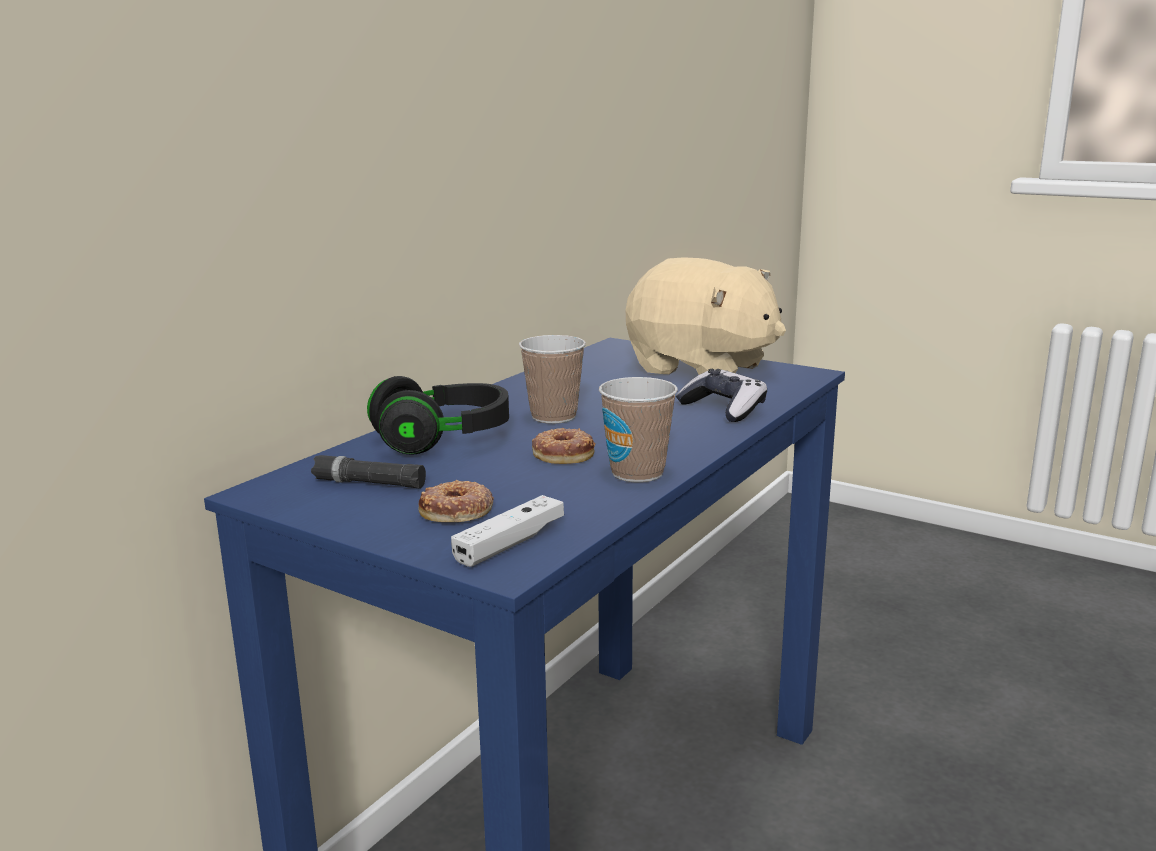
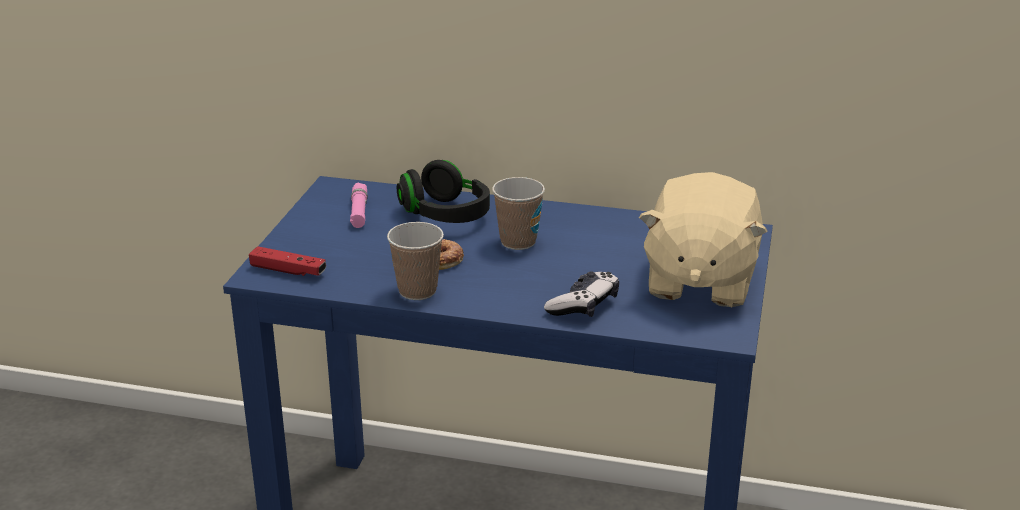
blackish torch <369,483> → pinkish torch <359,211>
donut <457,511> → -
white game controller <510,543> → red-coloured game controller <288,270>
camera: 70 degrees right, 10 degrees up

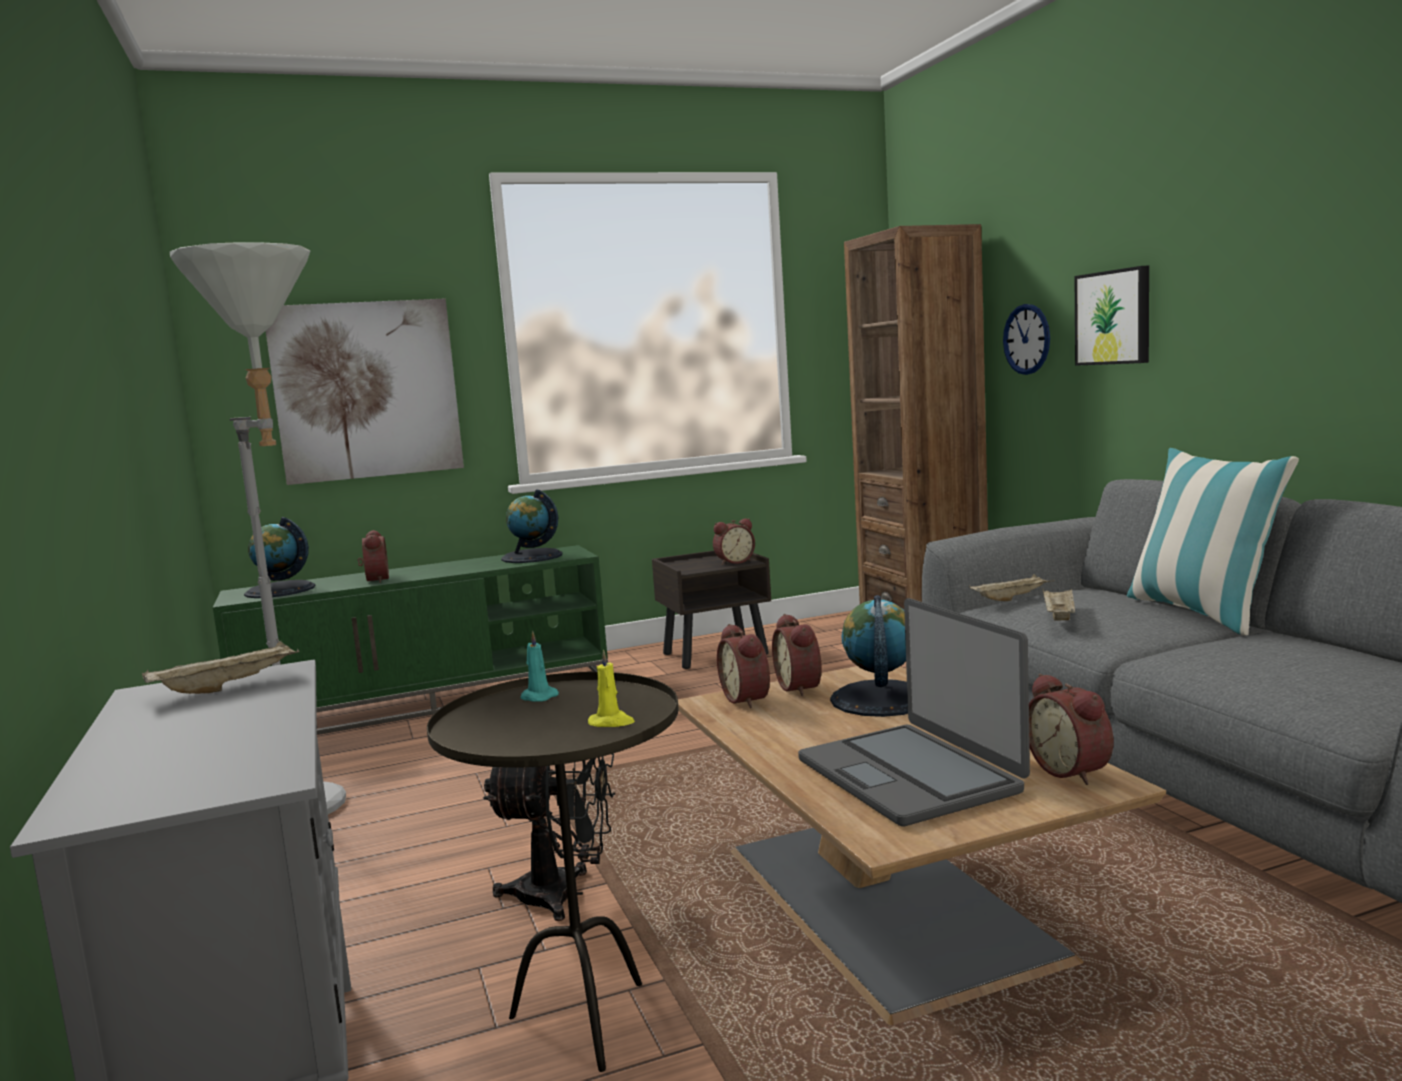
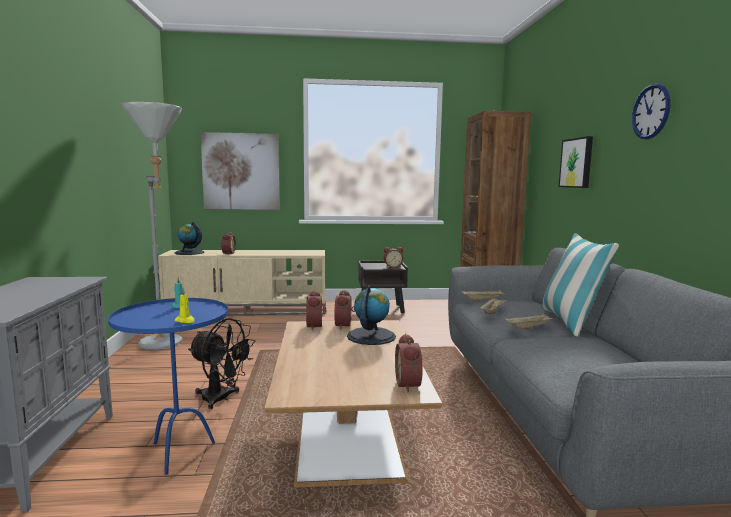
beige carrying tray <227,687> → beige carrying tray <529,328>, relocated
green tv stand <430,701> → beige tv stand <248,309>
brown-coloured side table <584,1022> → blue-coloured side table <178,452>
world globe <532,557> → -
laptop <910,775> → -
clock on the wall <1027,339> → clock on the wall <651,111>, relocated
camera: 15 degrees right, 0 degrees up

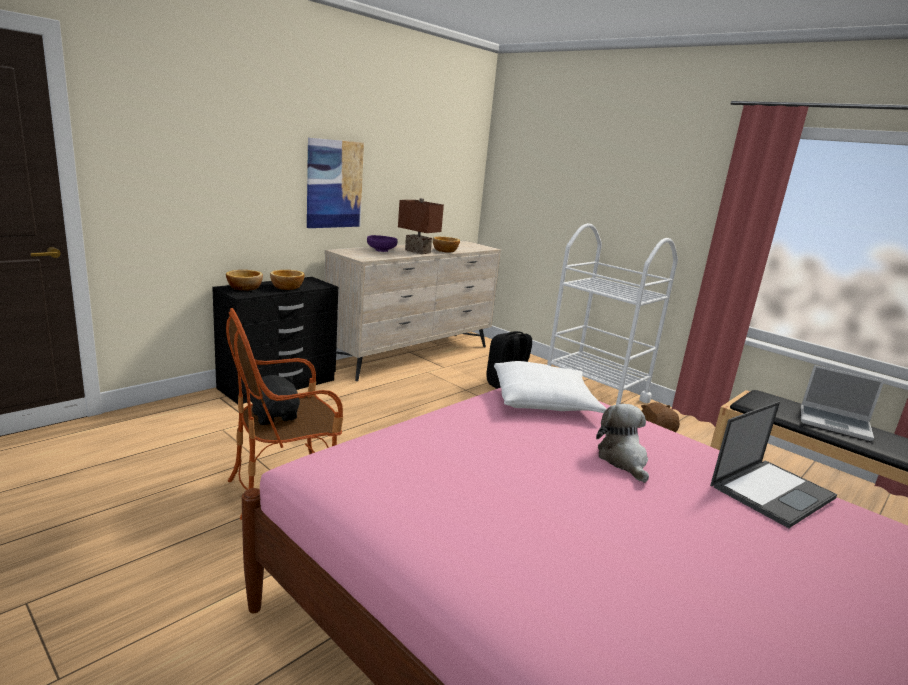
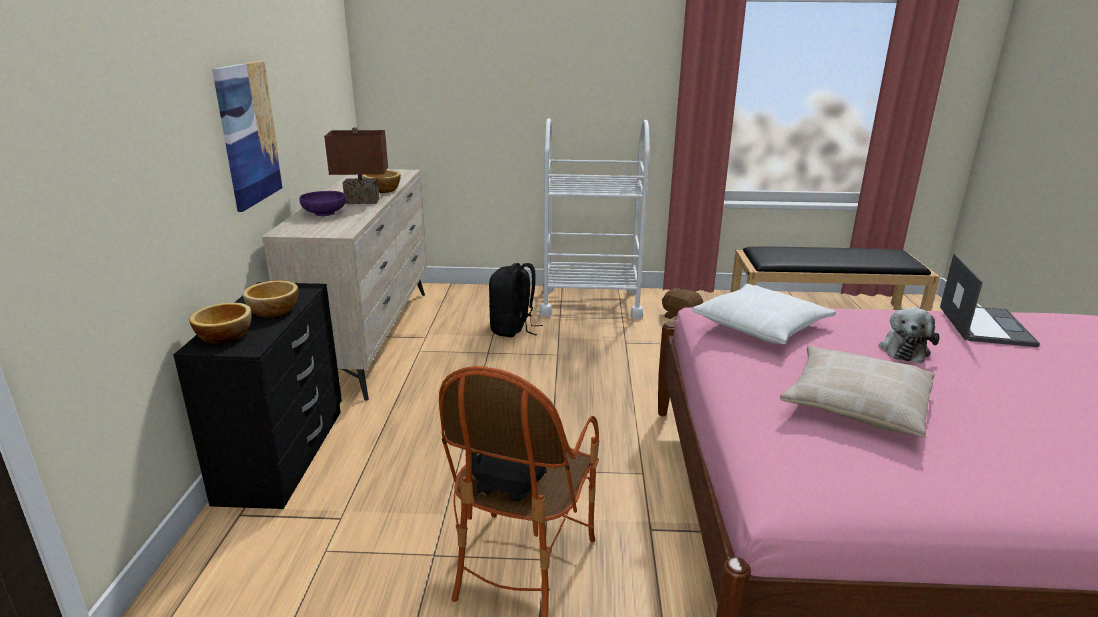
soft toy <623,460> → soft toy <904,349>, 105 degrees counterclockwise
laptop <835,424> → -
- → beige throw pillow <855,403>
camera: 40 degrees left, 5 degrees up

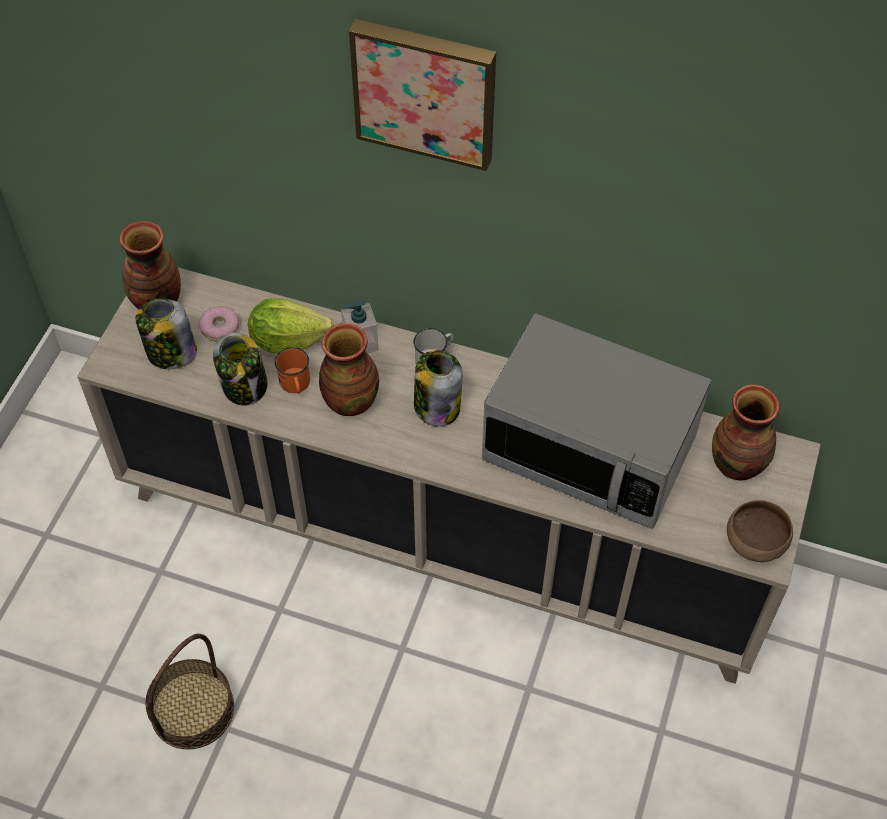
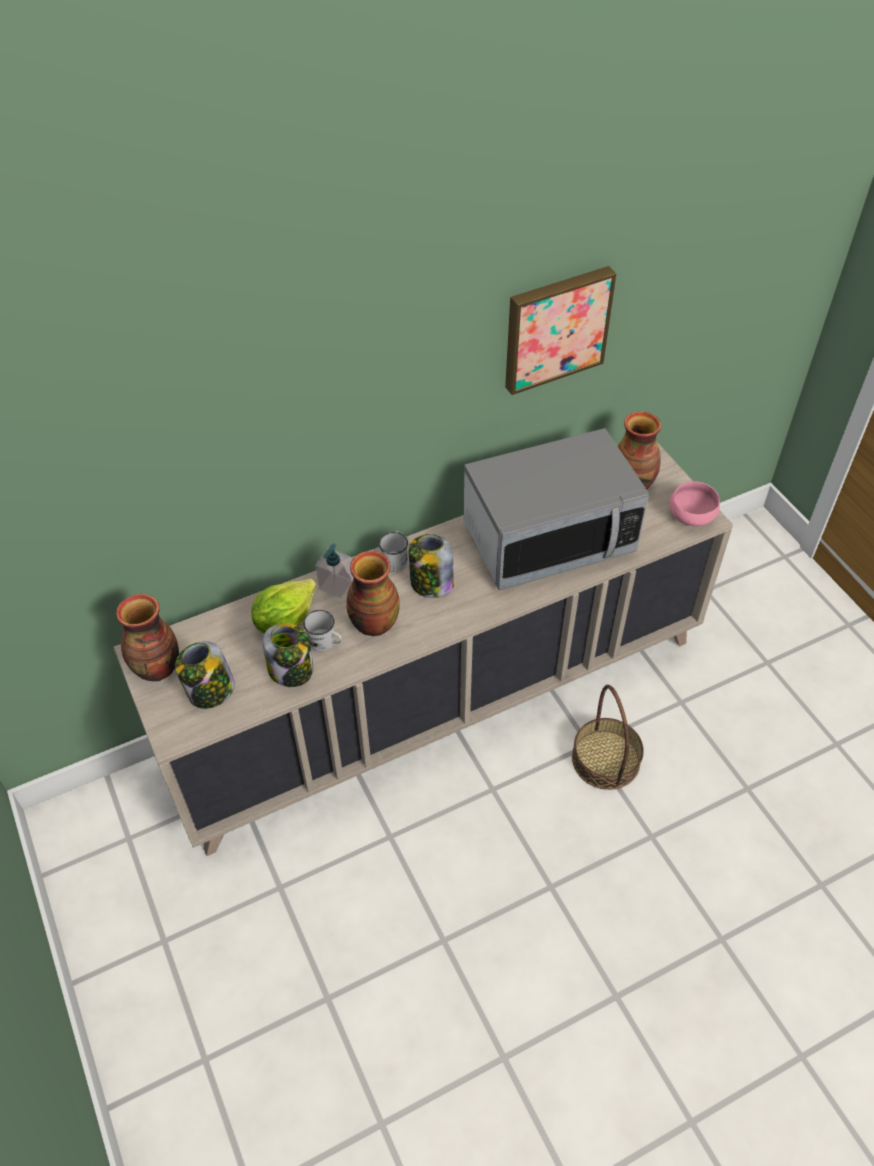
basket <192,709> → basket <606,759>, relocated
donut <219,327> → -
orange coffee mug <295,385> → white coffee mug <325,642>
picture <425,91> → picture <555,328>, relocated
brown-coloured deep dish <754,544> → pinkish deep dish <692,517>
camera: 45 degrees left, 5 degrees down

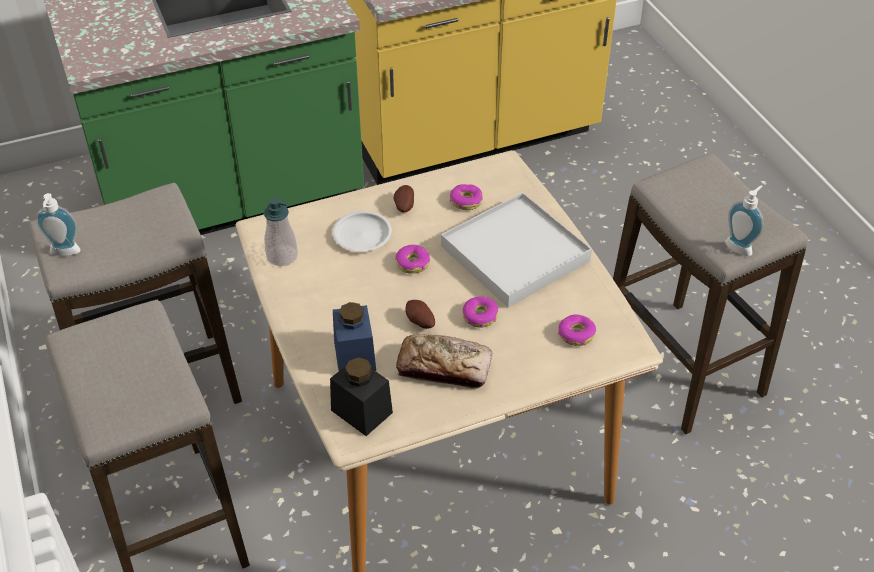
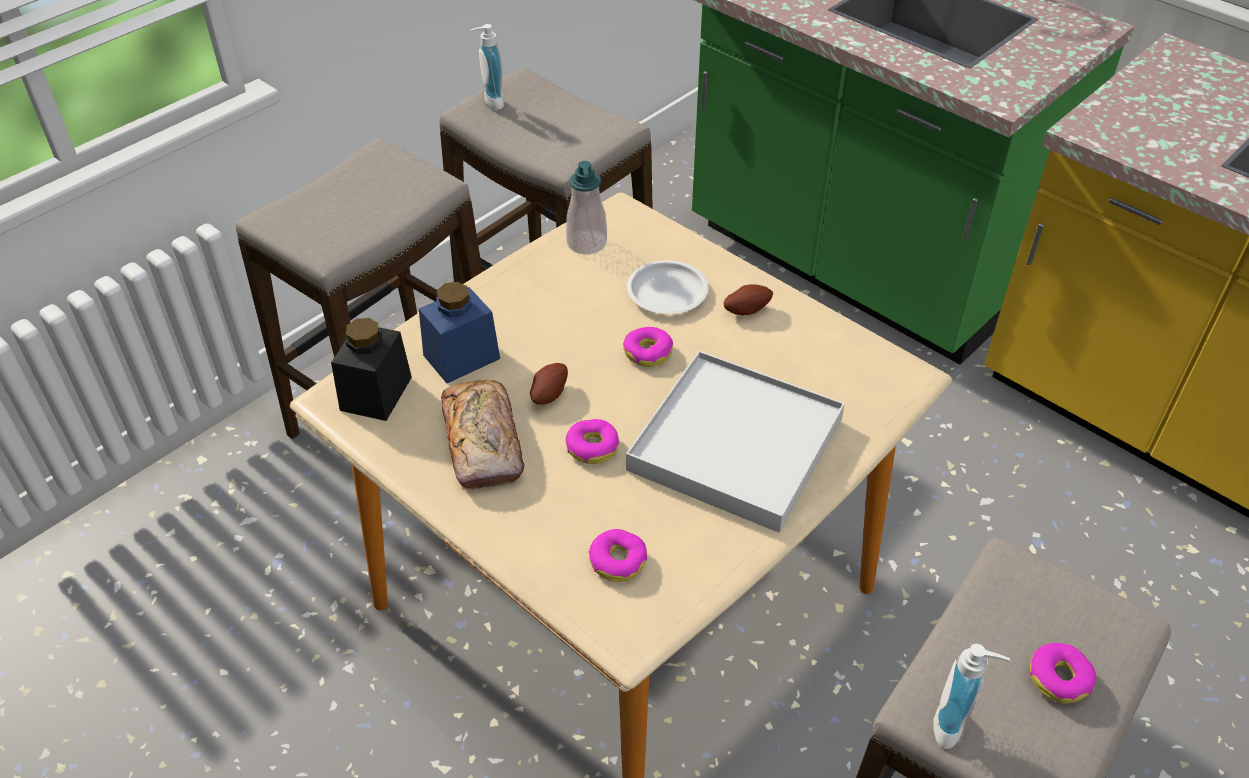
donut <466,201> → donut <1059,678>, relocated
camera: 65 degrees right, 0 degrees up

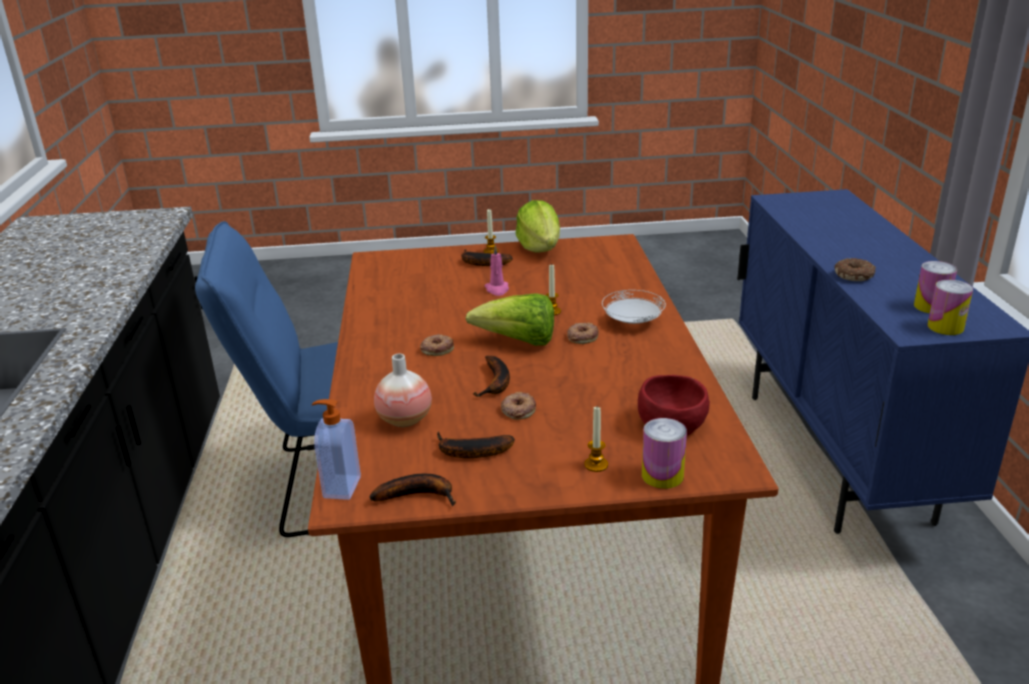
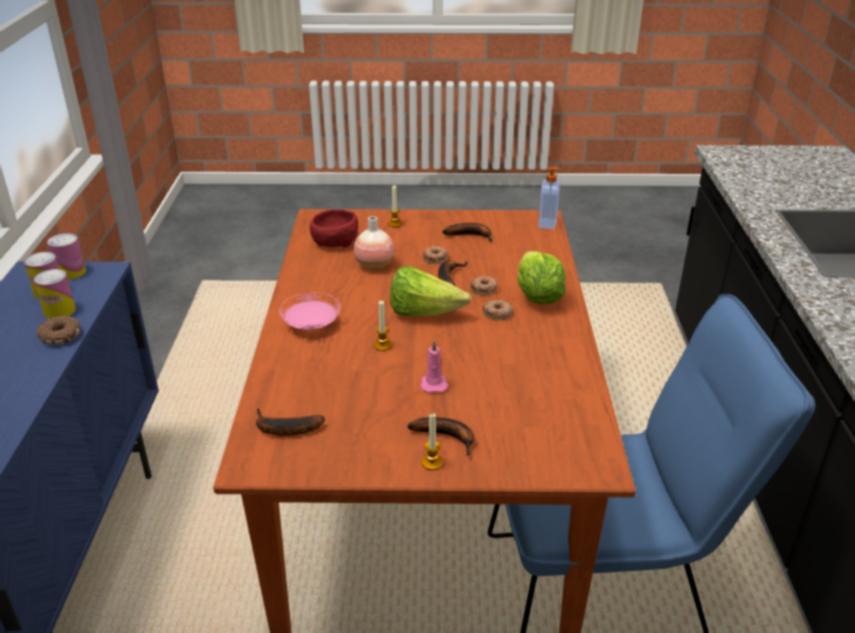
banana <419,495> → banana <284,429>, relocated
decorative vase <405,420> → decorative vase <374,265>, relocated
head of lettuce <540,248> → head of lettuce <537,297>, relocated
donut <582,336> → donut <484,288>, relocated
white dinner plate <633,322> → pinkish dinner plate <311,325>
metal can <662,475> → metal can <59,311>, relocated
camera: 175 degrees left, 5 degrees up

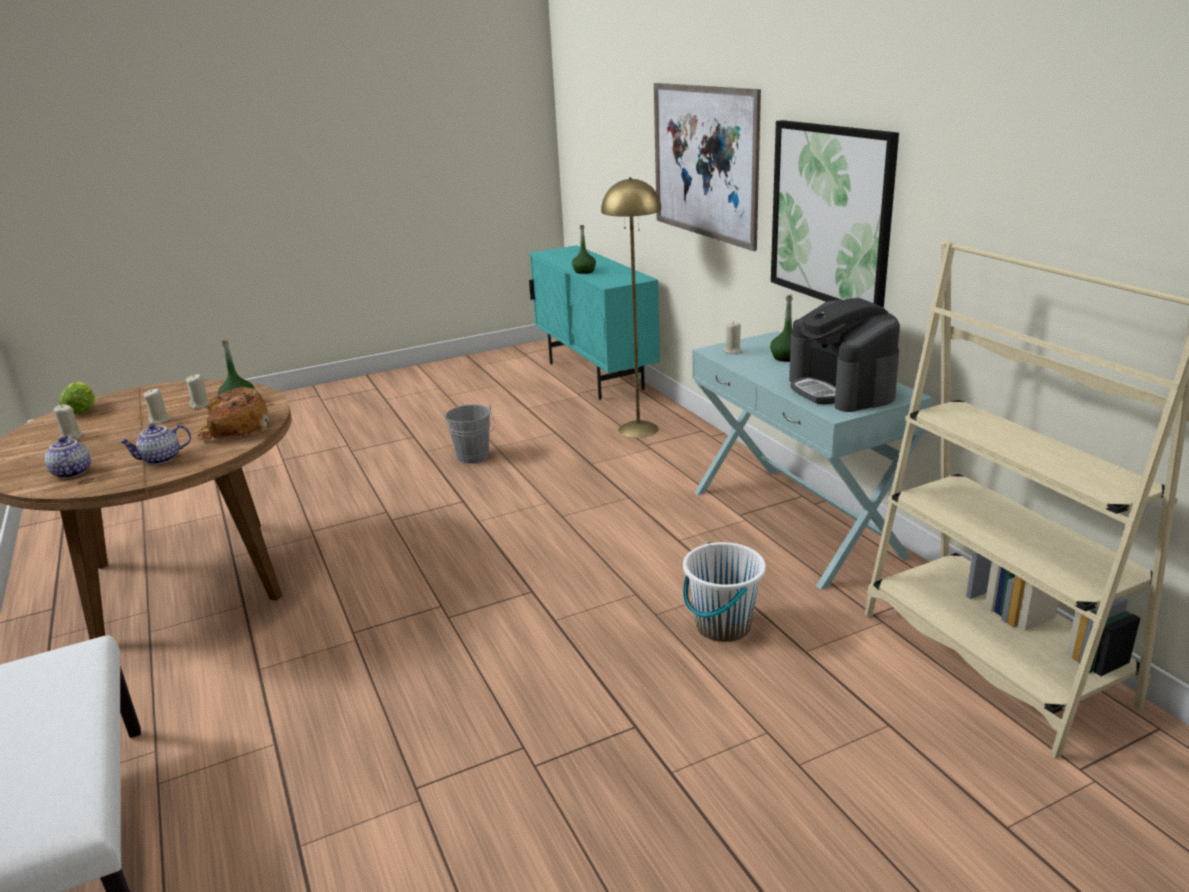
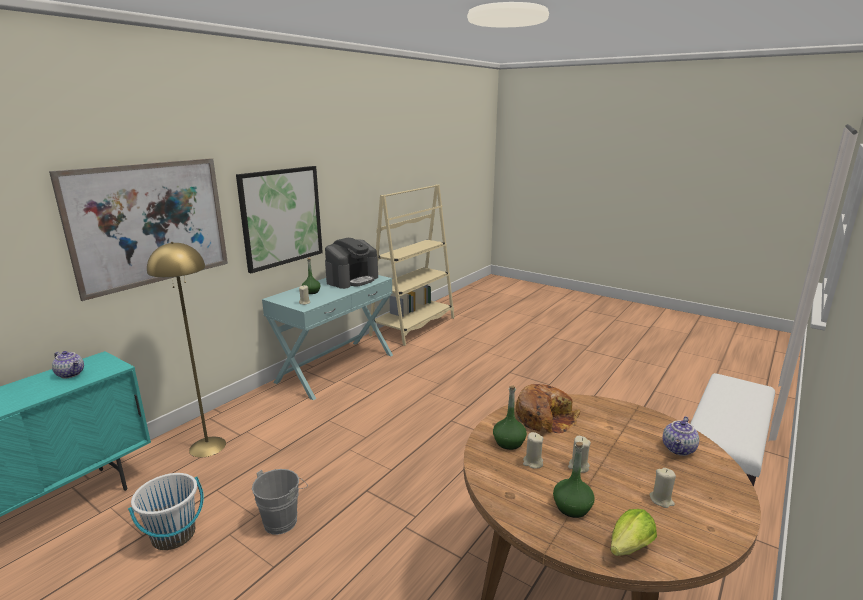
tea pot <161,459> → tea pot <71,374>, relocated
green bottle <584,271> → green bottle <572,507>, relocated
white water bucket <722,626> → white water bucket <174,535>, relocated
camera: 120 degrees left, 5 degrees down

